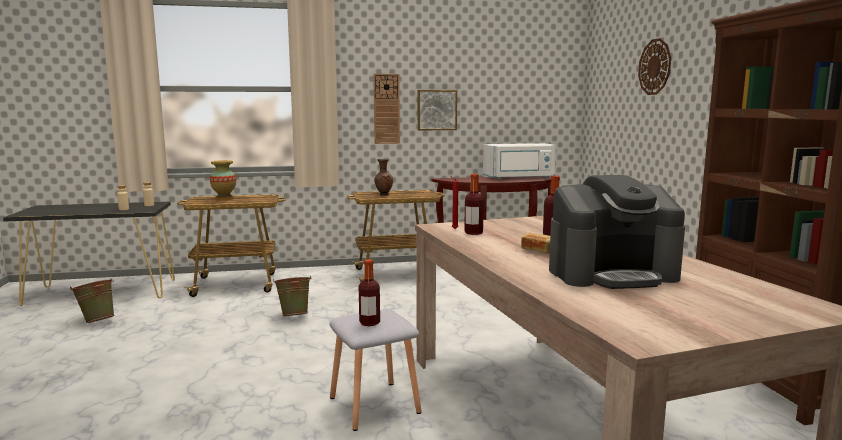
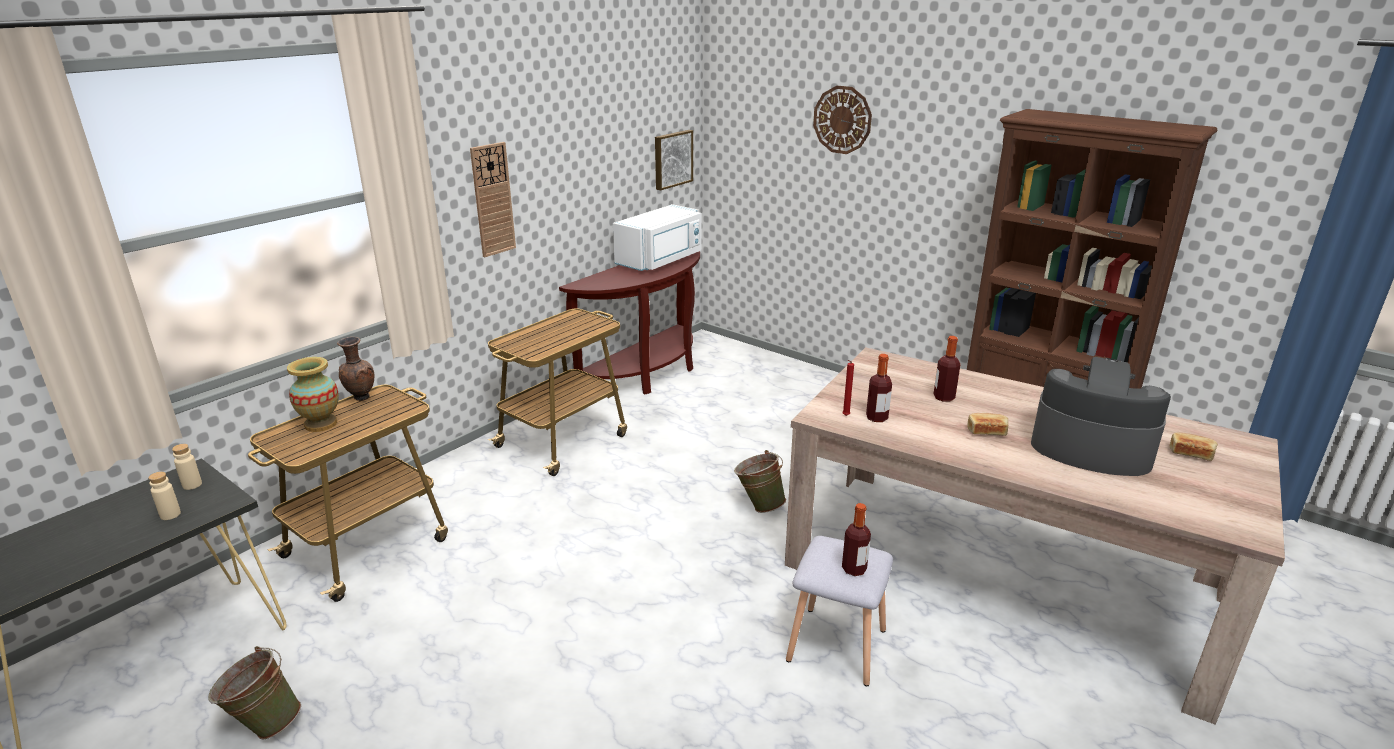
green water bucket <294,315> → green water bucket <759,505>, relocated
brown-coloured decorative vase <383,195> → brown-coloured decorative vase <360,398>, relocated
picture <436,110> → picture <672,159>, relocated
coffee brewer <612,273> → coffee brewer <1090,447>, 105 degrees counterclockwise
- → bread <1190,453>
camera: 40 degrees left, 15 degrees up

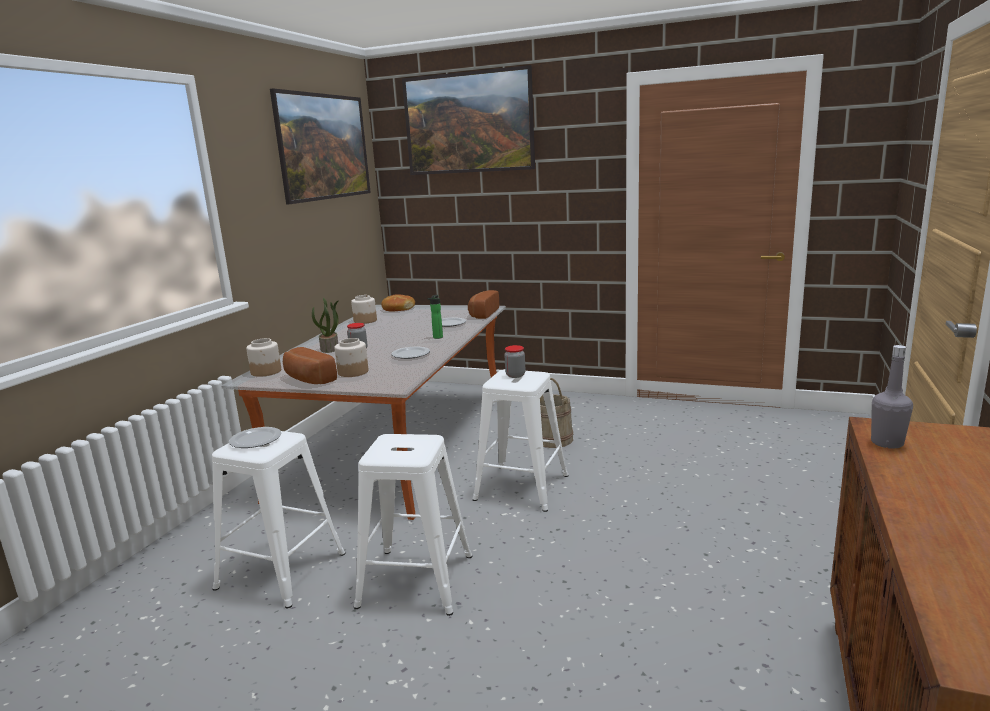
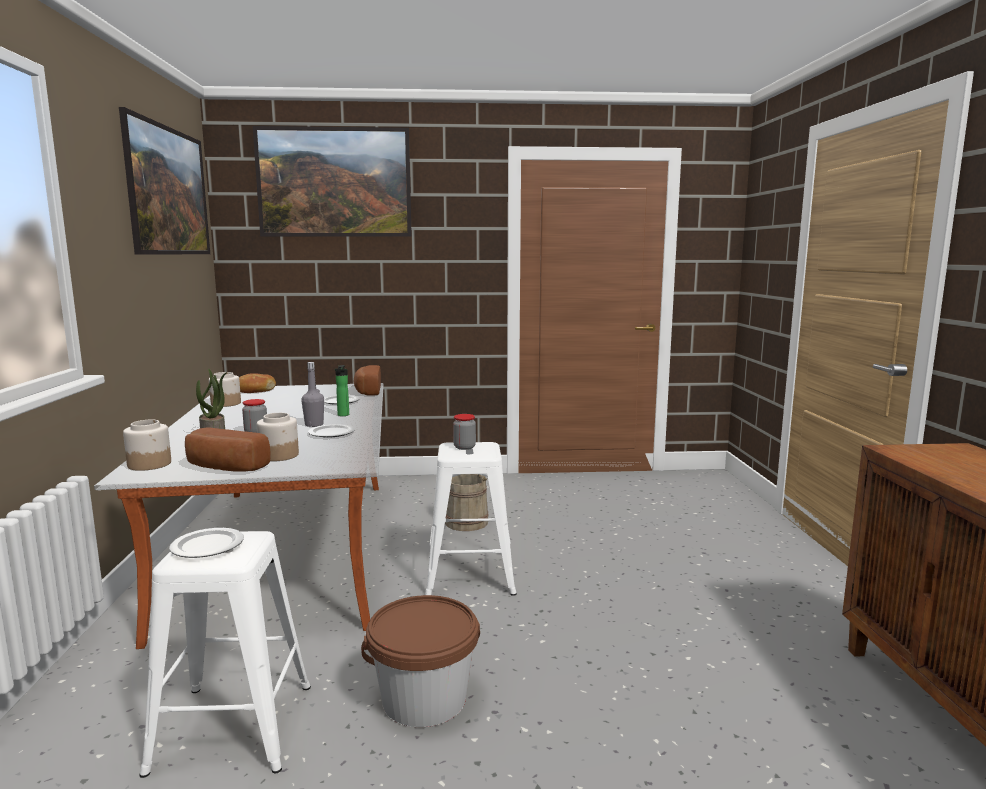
white stool seat <414,581> → brown-coloured water bucket <424,699>
grey bottle <887,443> → grey bottle <314,425>, relocated
camera: 25 degrees left, 5 degrees down

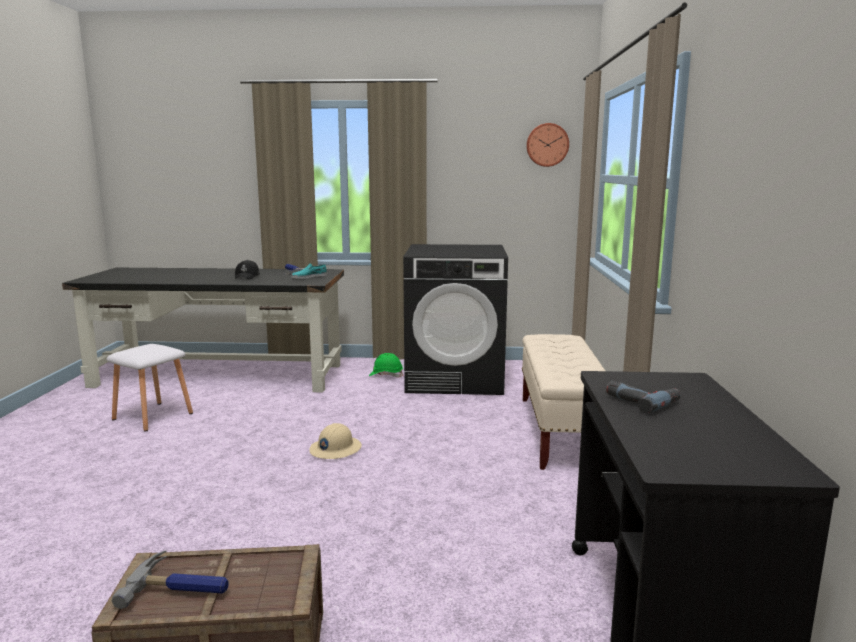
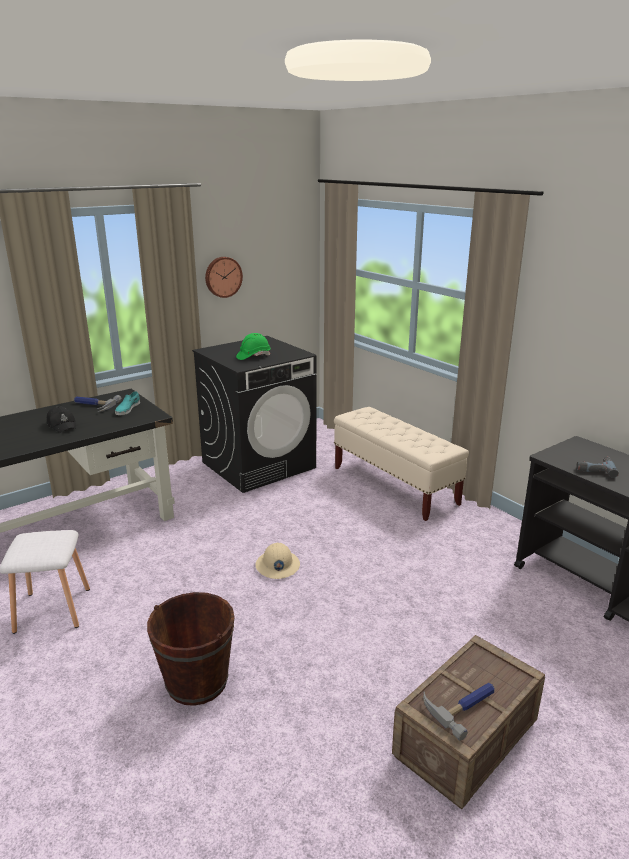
green work helmet <386,375> → green work helmet <253,356>, relocated
clock on the wall <547,145> → clock on the wall <223,277>, relocated
- → brown-coloured water bucket <197,681>
camera: 40 degrees left, 10 degrees up

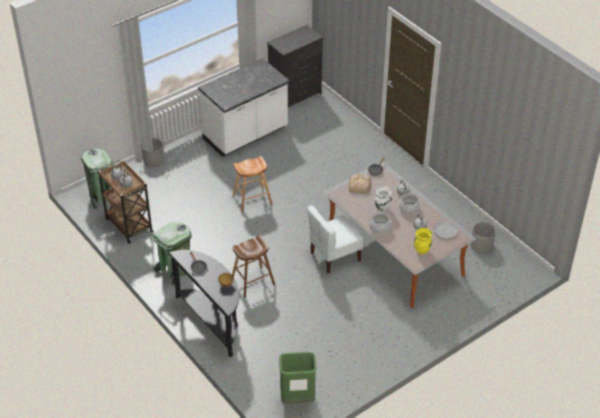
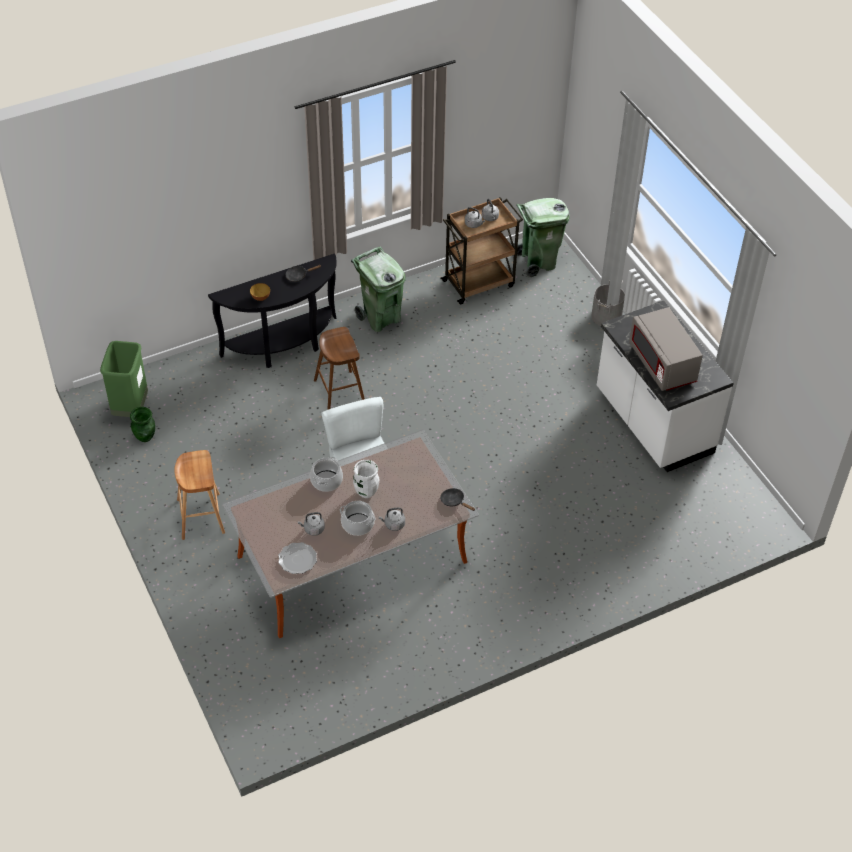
brown-coloured stool seat <252,200> → brown-coloured stool seat <201,516>, relocated
blackish chest of drawers <295,96> → -
bread <359,185> → -
yellow-coloured decorative vase <422,250> → -
grey water bucket <482,246> → -
- → green decorative vase <145,437>
- → grey microwave oven <662,364>
camera: 100 degrees right, 5 degrees up

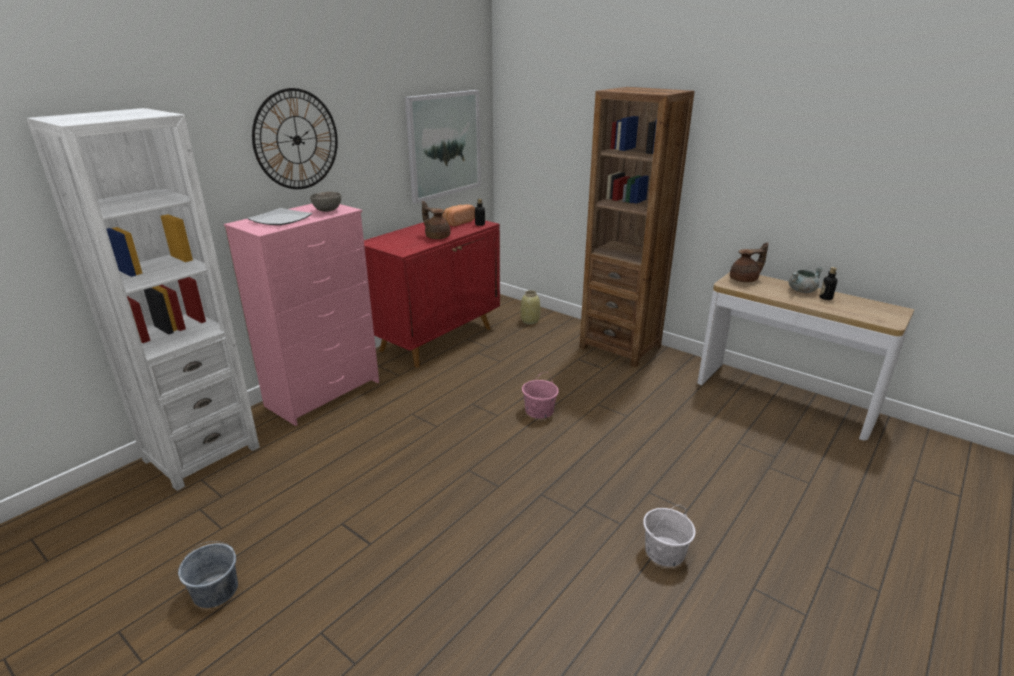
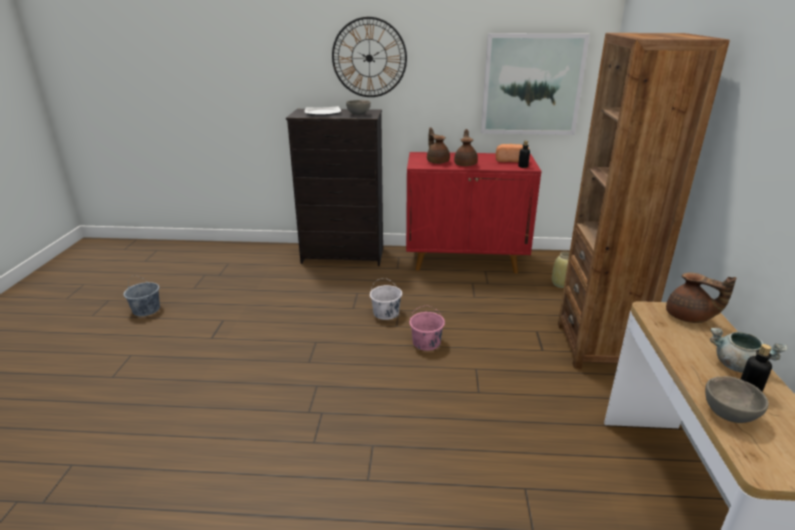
white bookshelf <202,453> → -
pinkish chest of drawers <325,394> → blackish chest of drawers <343,256>
white water bucket <665,552> → white water bucket <386,313>, relocated
- → brown-coloured tea pot <437,161>
- → grey deep dish <729,414>
camera: 55 degrees right, 0 degrees up

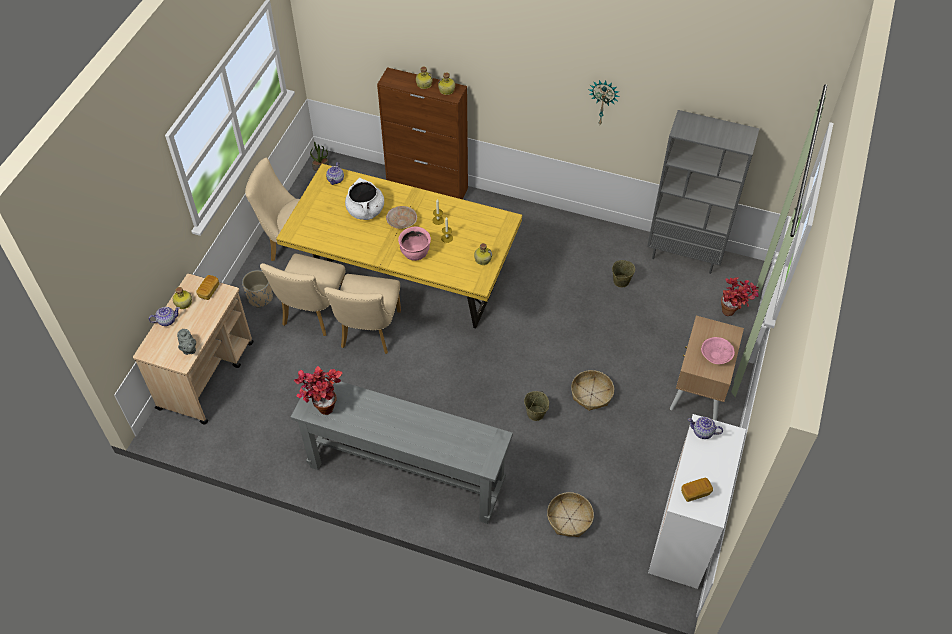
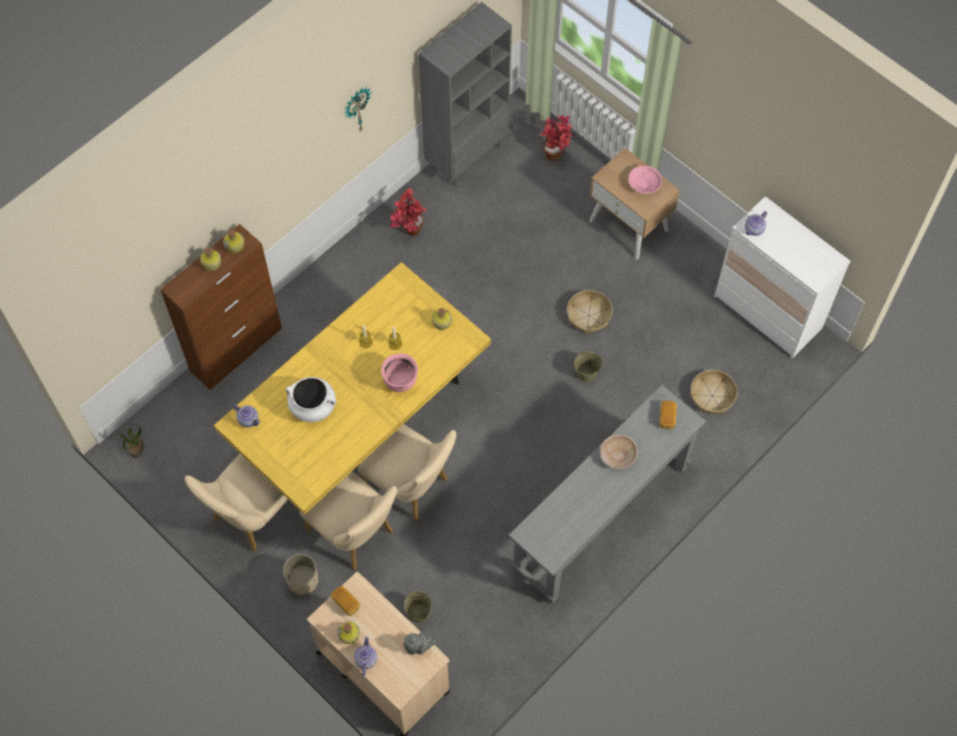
potted plant <322,406> → potted plant <408,232>, relocated
beige deep dish <401,222> → beige deep dish <617,456>, relocated
beige water bucket <621,281> → beige water bucket <418,613>, relocated
bread <695,493> → bread <667,418>, relocated
camera: 65 degrees left, 10 degrees up

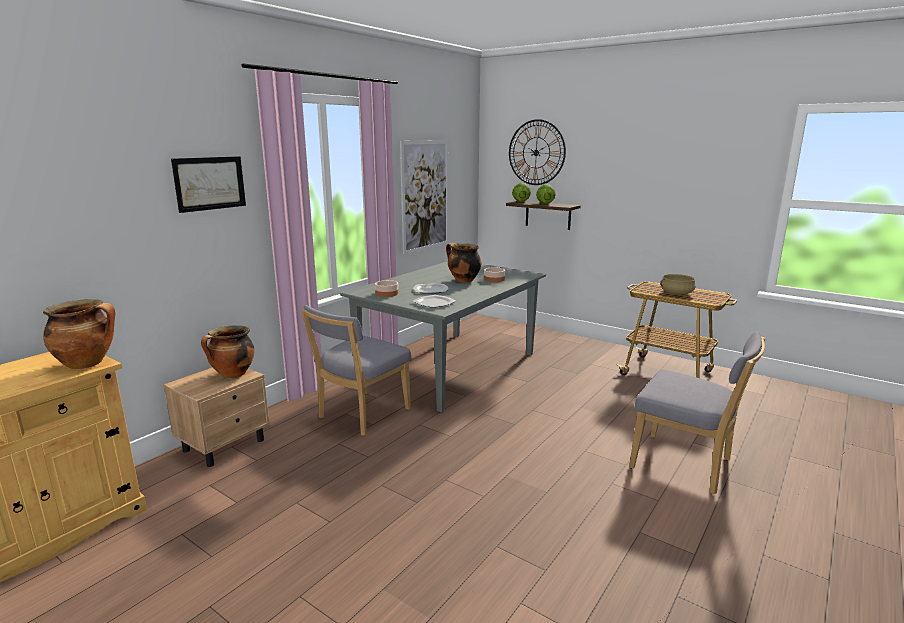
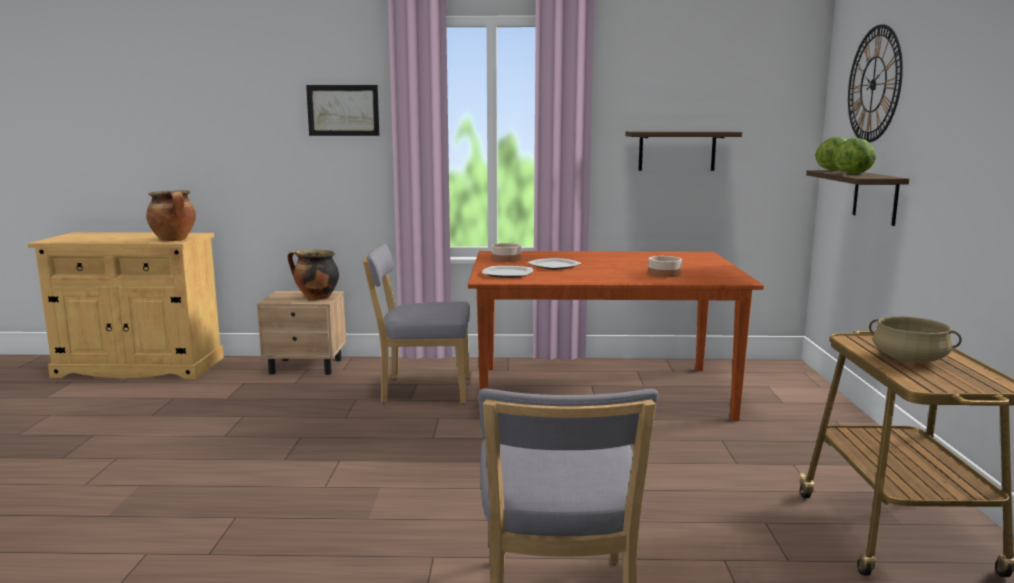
grey dining table <449,367> → brown-coloured dining table <601,391>
picture <425,196> → bracket shelf <677,151>
cooking pot <463,280> → -
camera: 55 degrees right, 5 degrees down

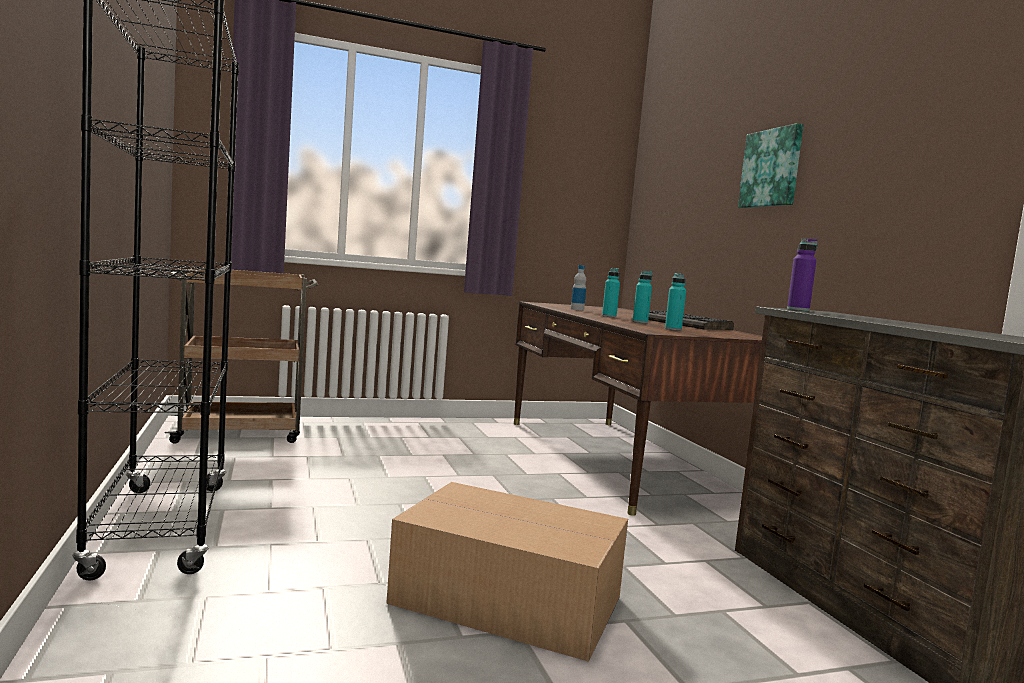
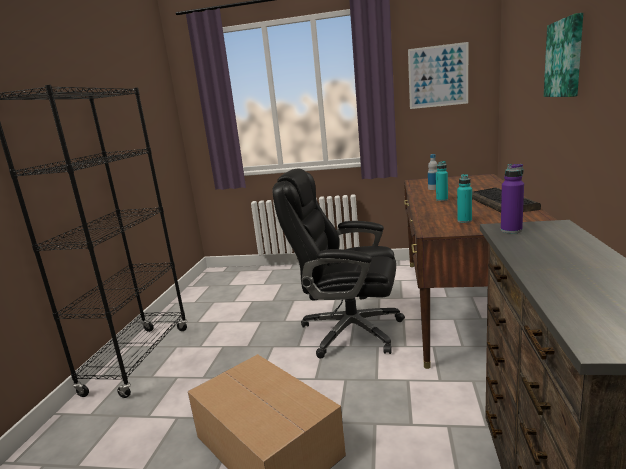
brown-coloured wheeled cart <241,433> → -
turquoise-coloured bottle <640,322> → -
- → blackish office chair <349,331>
- → picture <438,76>
camera: 30 degrees right, 10 degrees up

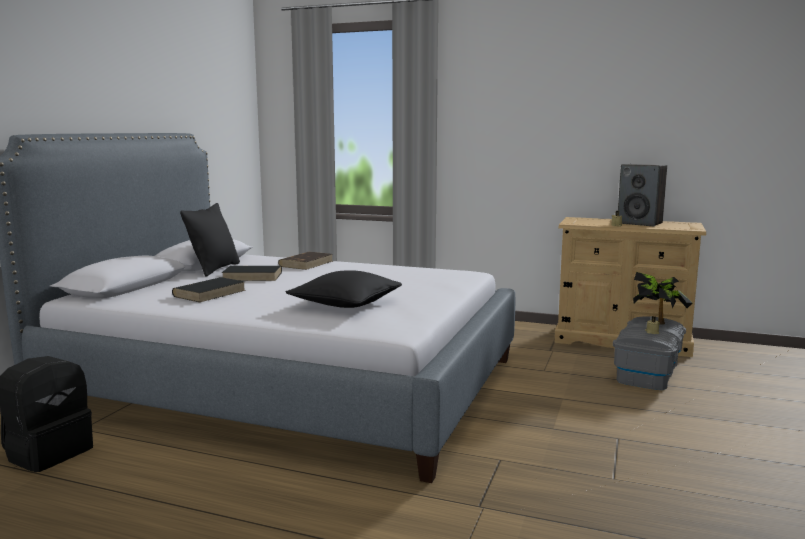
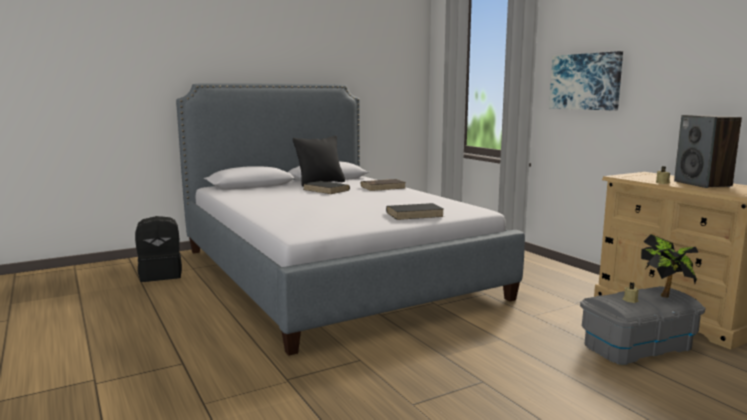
blackish volume <210,293> → blackish volume <415,214>, relocated
blackish throw pillow <345,303> → -
- → picture <585,81>
camera: 40 degrees right, 0 degrees up

